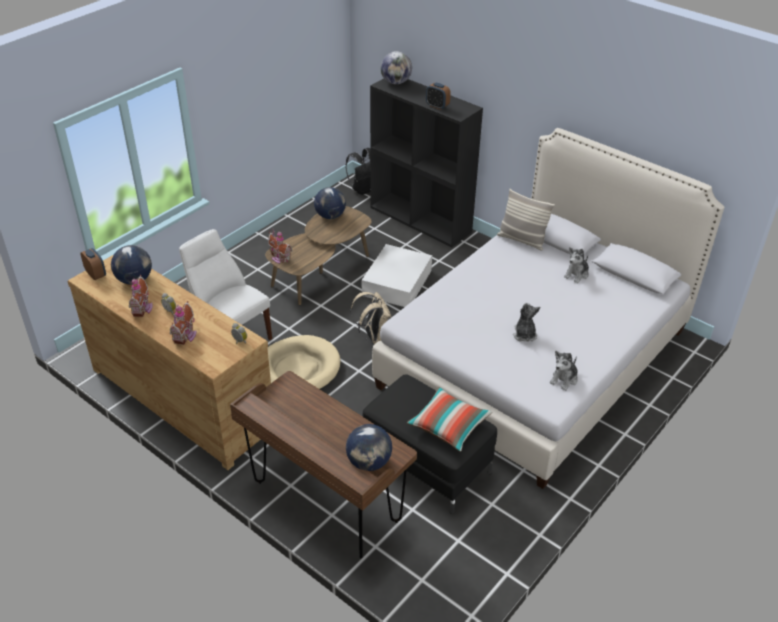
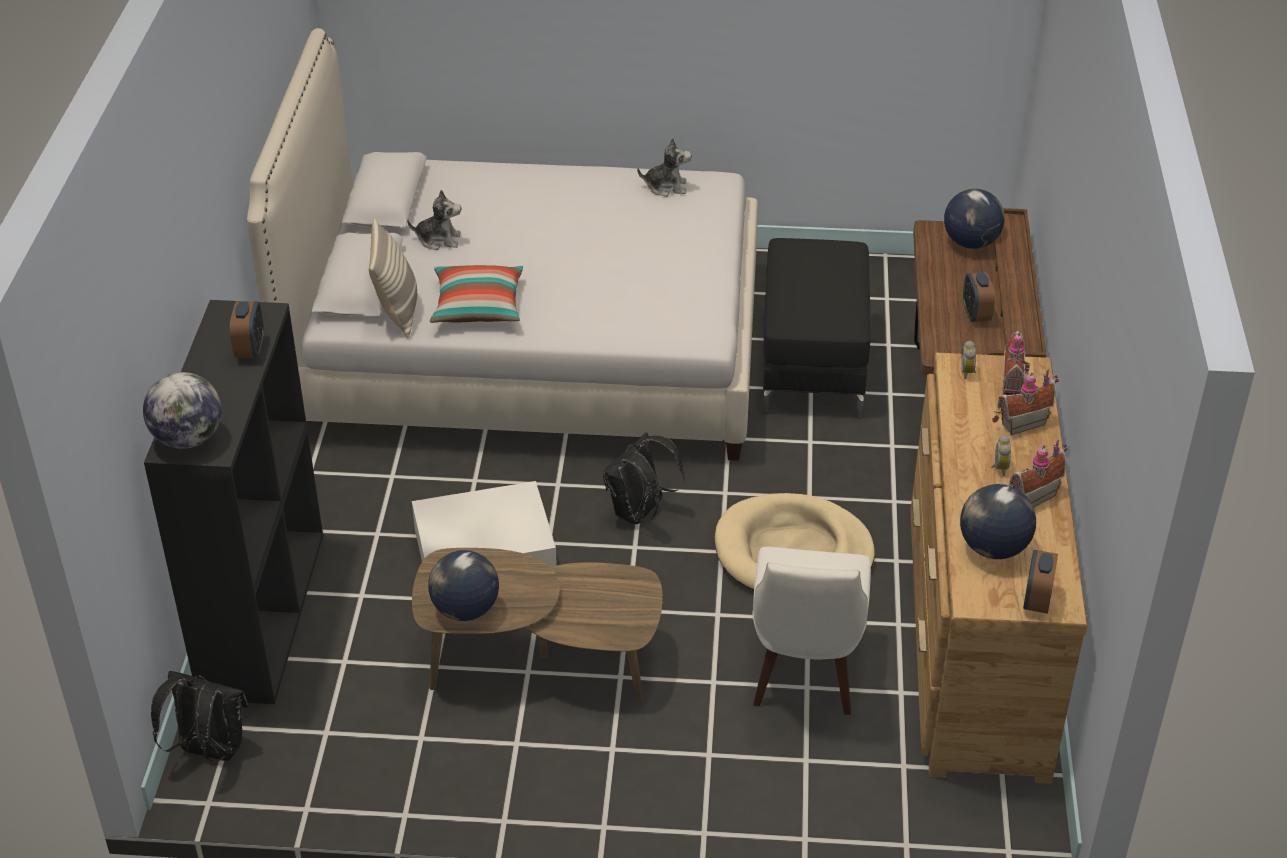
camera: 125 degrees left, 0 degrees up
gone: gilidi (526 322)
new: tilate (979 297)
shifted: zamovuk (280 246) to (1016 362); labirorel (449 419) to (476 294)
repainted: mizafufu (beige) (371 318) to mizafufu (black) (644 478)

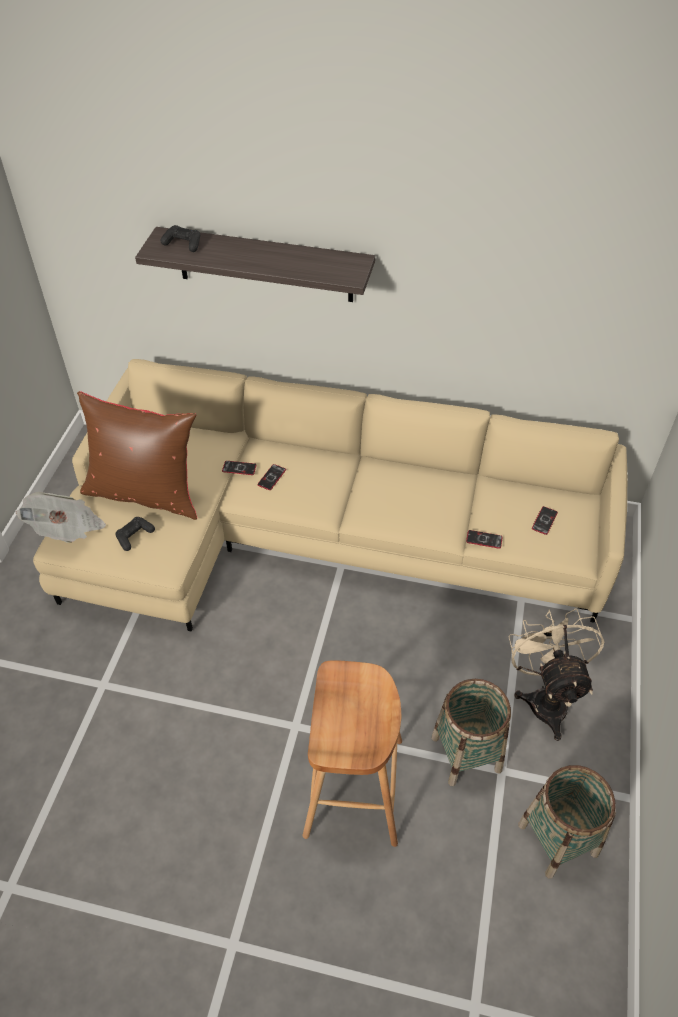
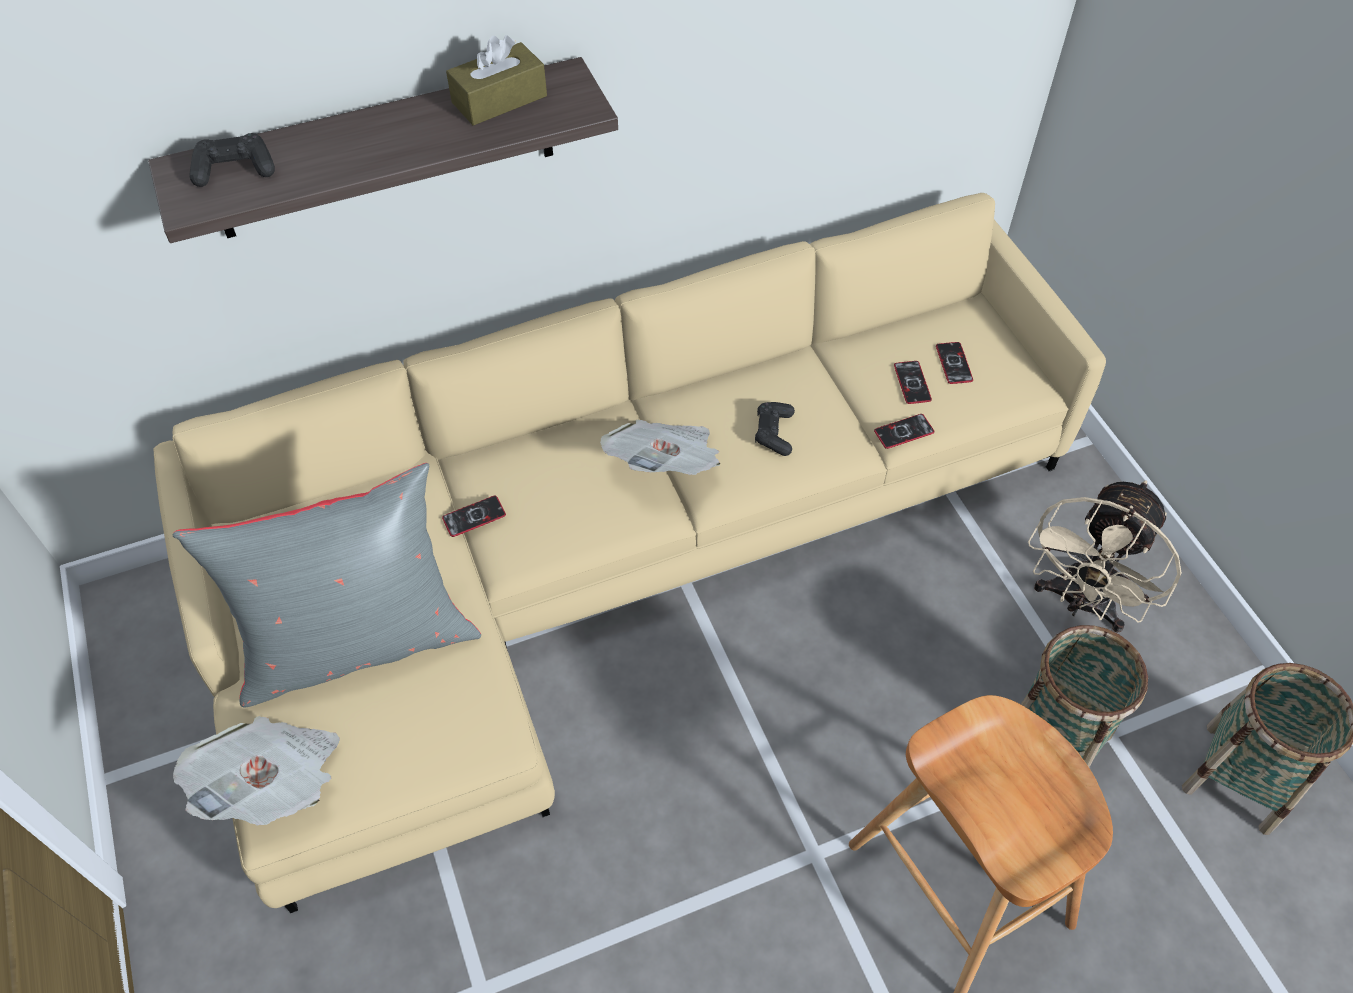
camera: 35 degrees left, 5 degrees up
new: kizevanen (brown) (496 80); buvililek (660 447)
shifted: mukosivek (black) (135 534) to (775 429); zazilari (271 477) to (913 382)
repainted: labirorel (brown) (137 455) to labirorel (grey) (327 585)
rotated: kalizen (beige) (556 674) = (1105 556) 105 degrees counterclockwise

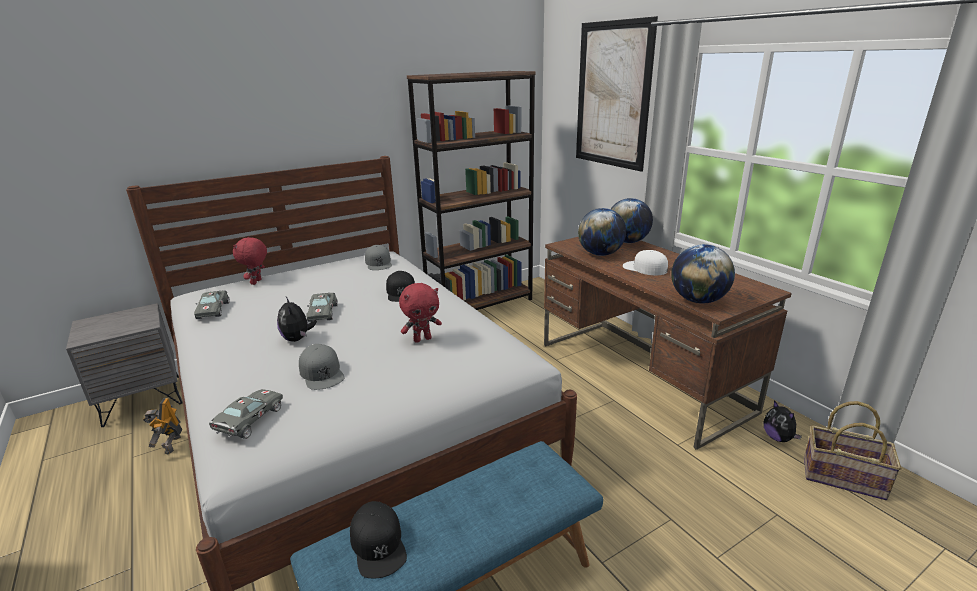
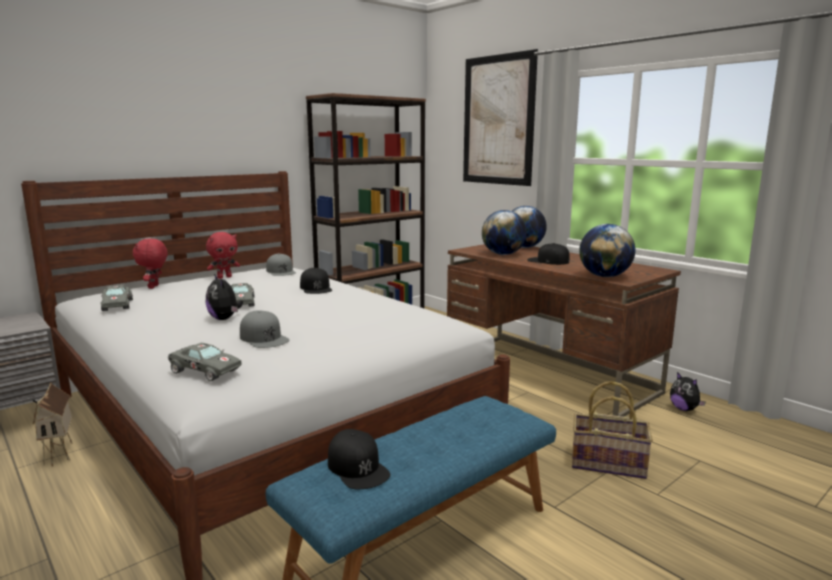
camera: 10 degrees left, 10 degrees down
shifted: gilidi (red) (420 313) to (223 255); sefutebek (853 450) to (612 430)
swapped: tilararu (163 426) to zamovuk (53 425)
repainted: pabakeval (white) (645 262) to pabakeval (black) (548 254)
rotated: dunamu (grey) (246 414) = (205 362) 105 degrees clockwise

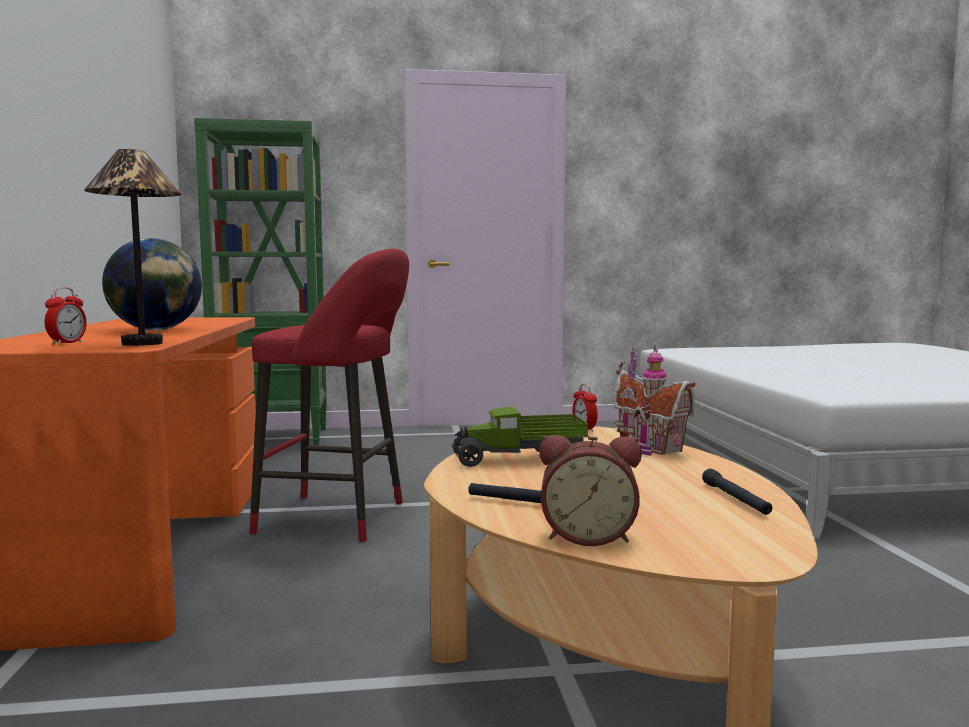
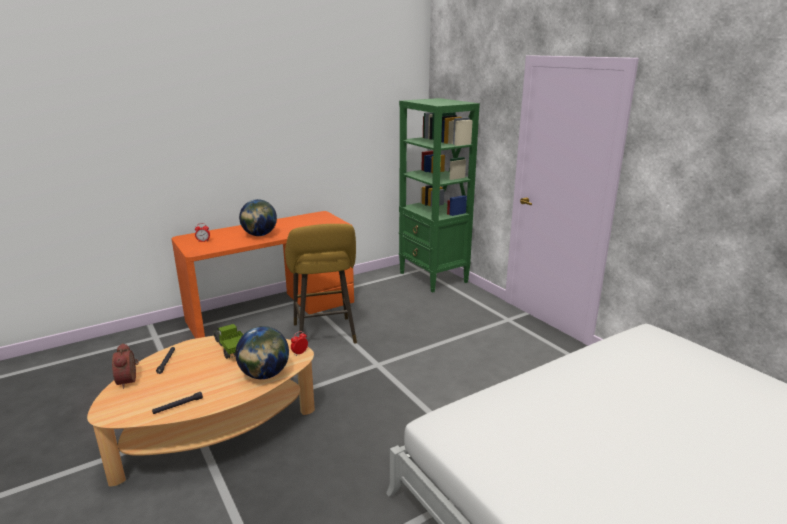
camera: 65 degrees right, 15 degrees up
gone: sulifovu (133 247)
swapped: zamovuk (654 400) to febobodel (262 352)
repainted: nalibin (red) (329 395) to nalibin (yellow) (321 284)

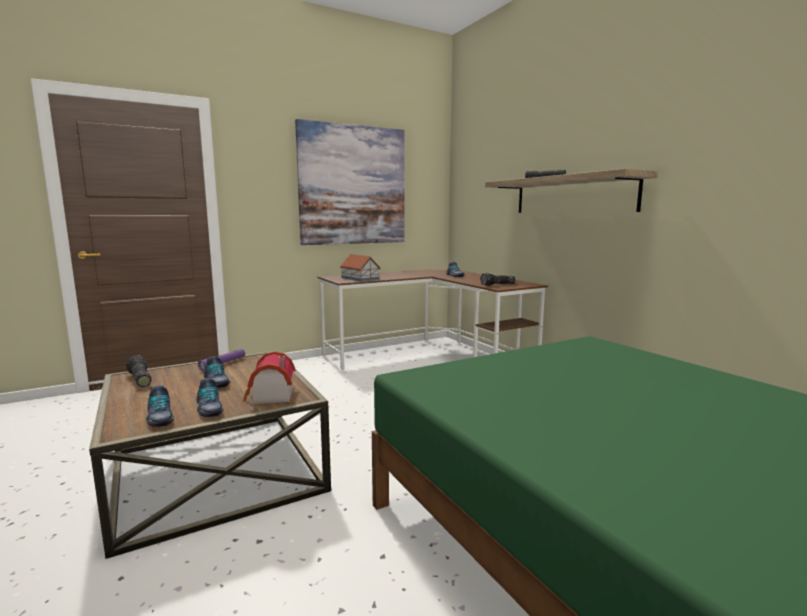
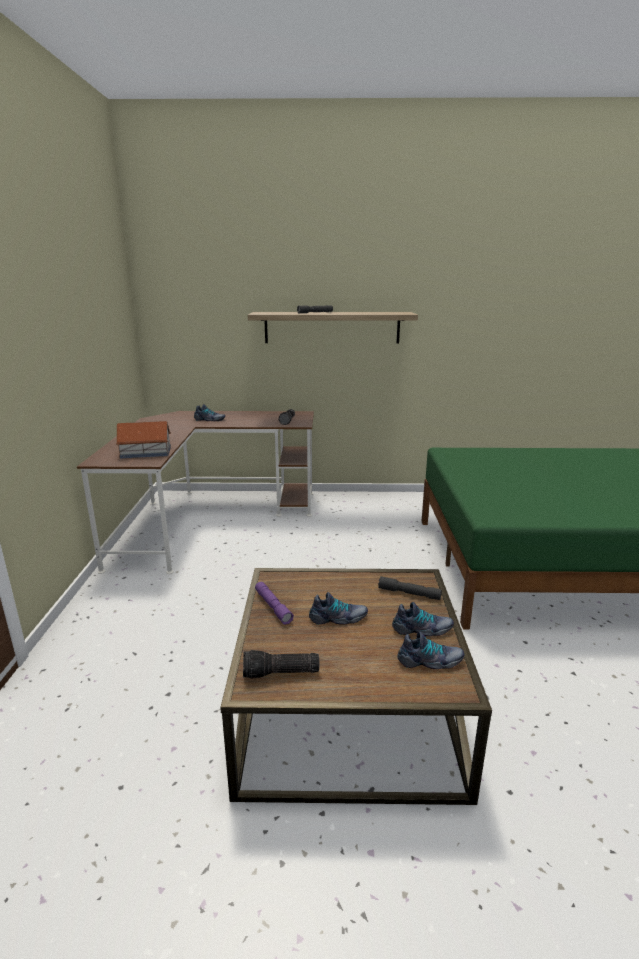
camera: 60 degrees left, 10 degrees up
gone: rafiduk (350 182)
swapped: zamovuk (269 377) to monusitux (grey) (410 588)

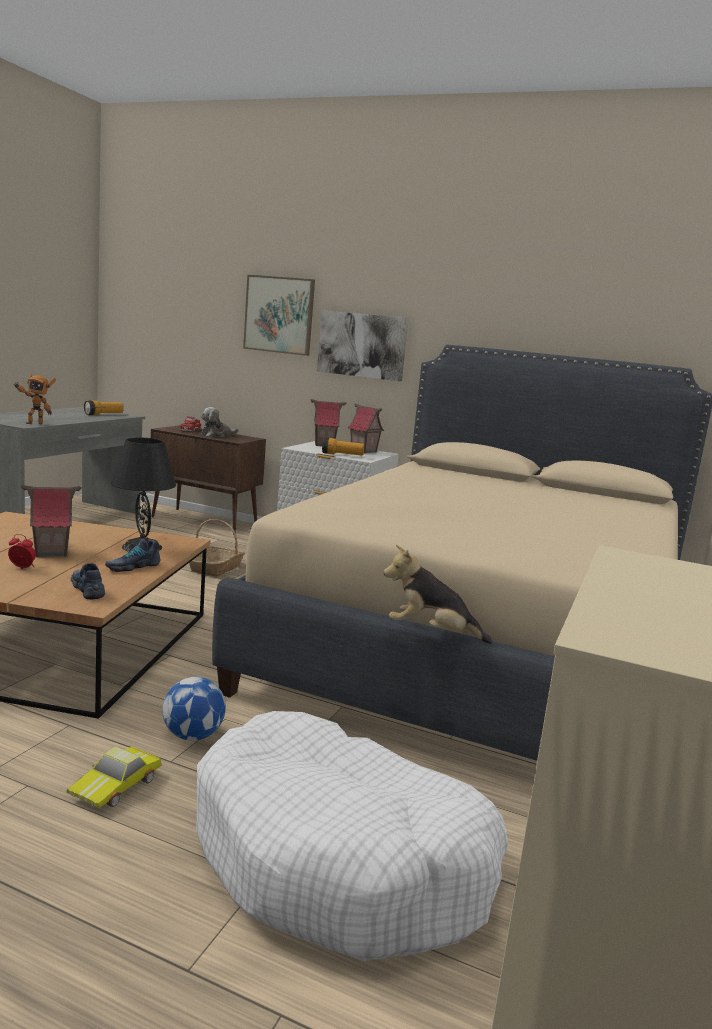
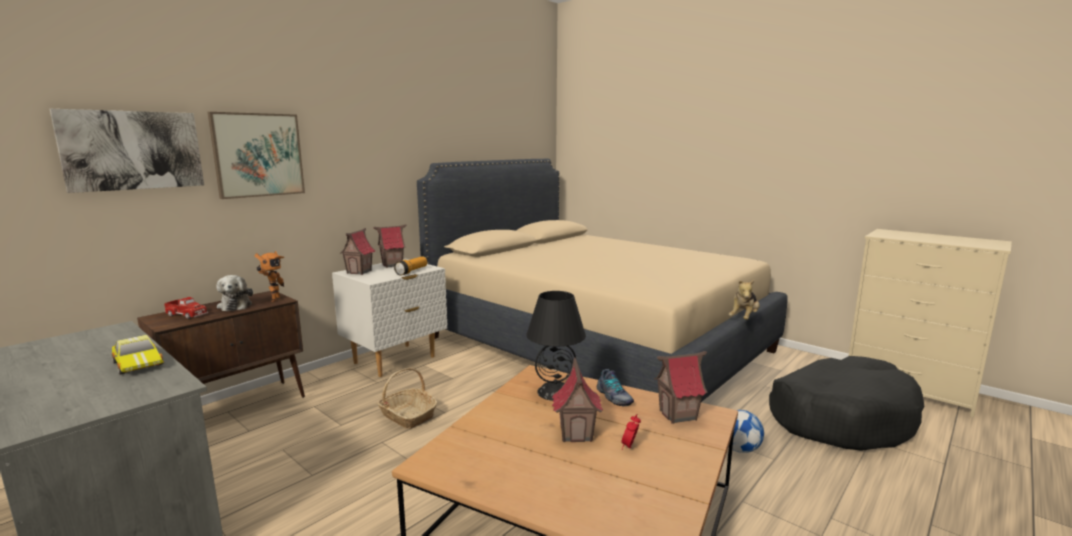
camera: 70 degrees left, 0 degrees up
gone: monusitux (104 408)
shifted: tilararu (34 398) to (269 276); dunamu (114 777) to (137 355); rafiduk (363 345) to (126 151)
swapped: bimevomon (88 581) to zamovuk (681 387)
repainted: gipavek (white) (352 836) to gipavek (black) (846 403)

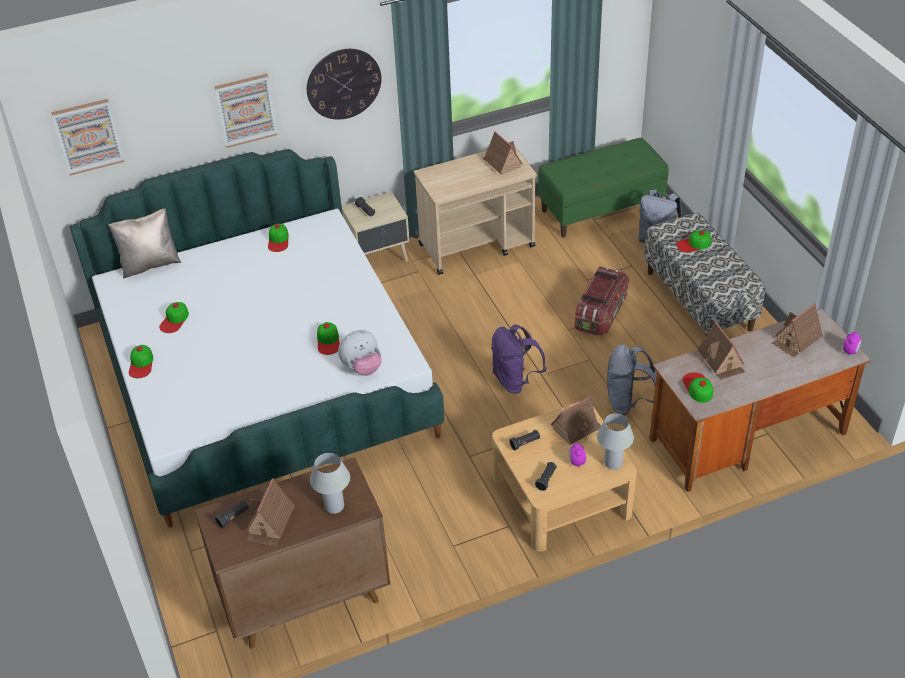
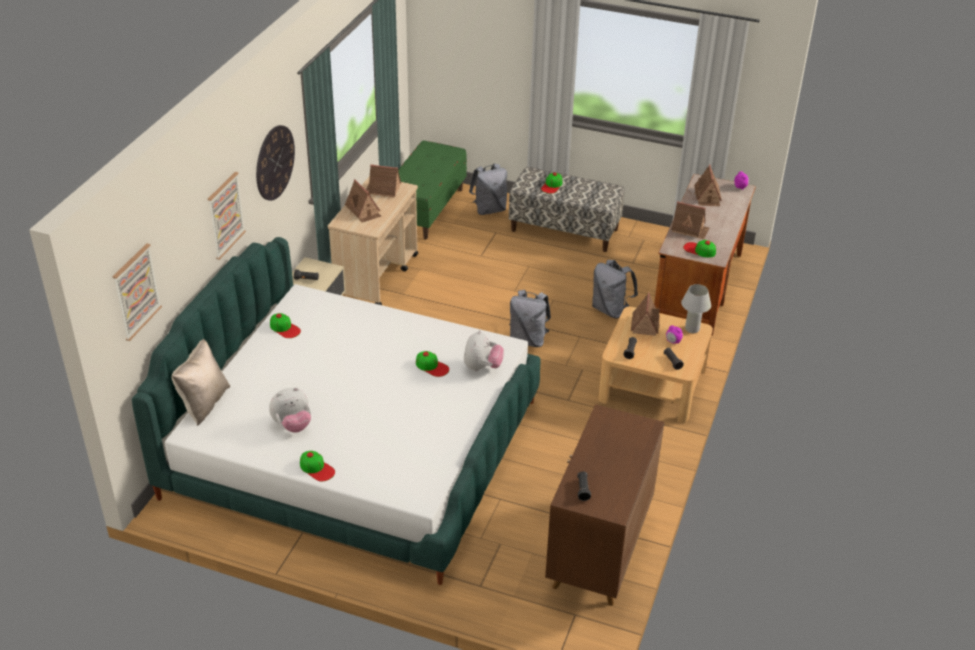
camera: 50 degrees left, 5 degrees down
gone: sulifovu (white) (330 483); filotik (602 300)
shifted: zamovuk (270 512) to (363 201)
swapped: pabakeval (174 317) to gilidi (290 410)
repainted: mizafufu (purple) (519 359) to mizafufu (grey) (530 318)

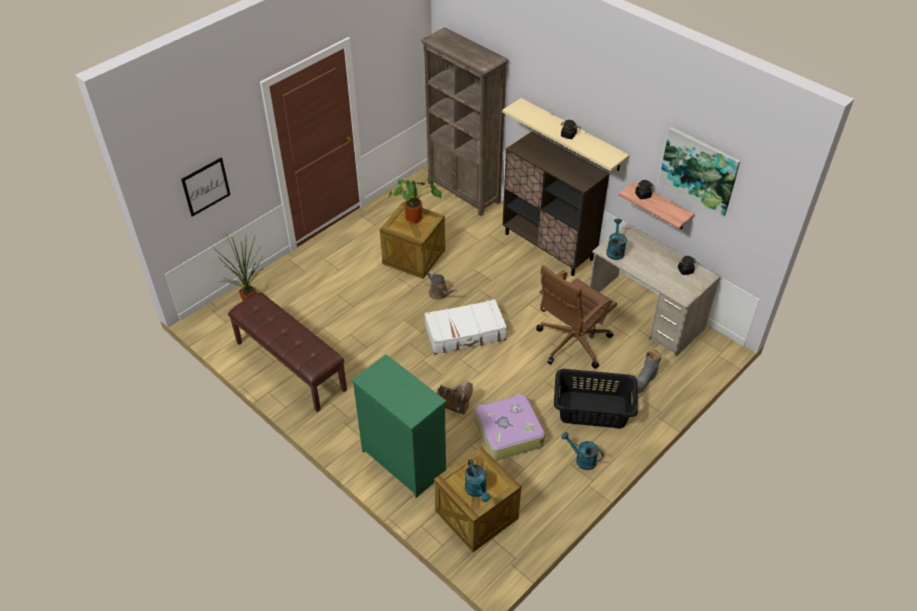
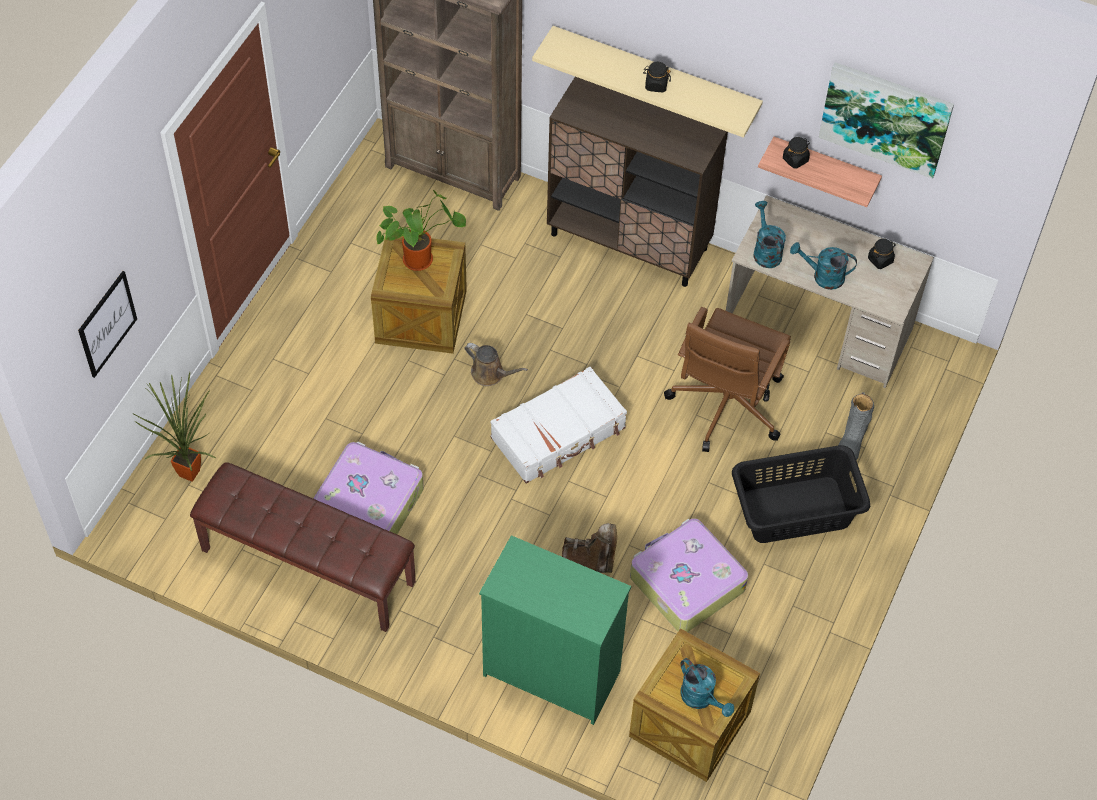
camera: 20 degrees left, 10 degrees up
new: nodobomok (368 487)
shifted: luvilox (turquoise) (582 451) to (823 266)

